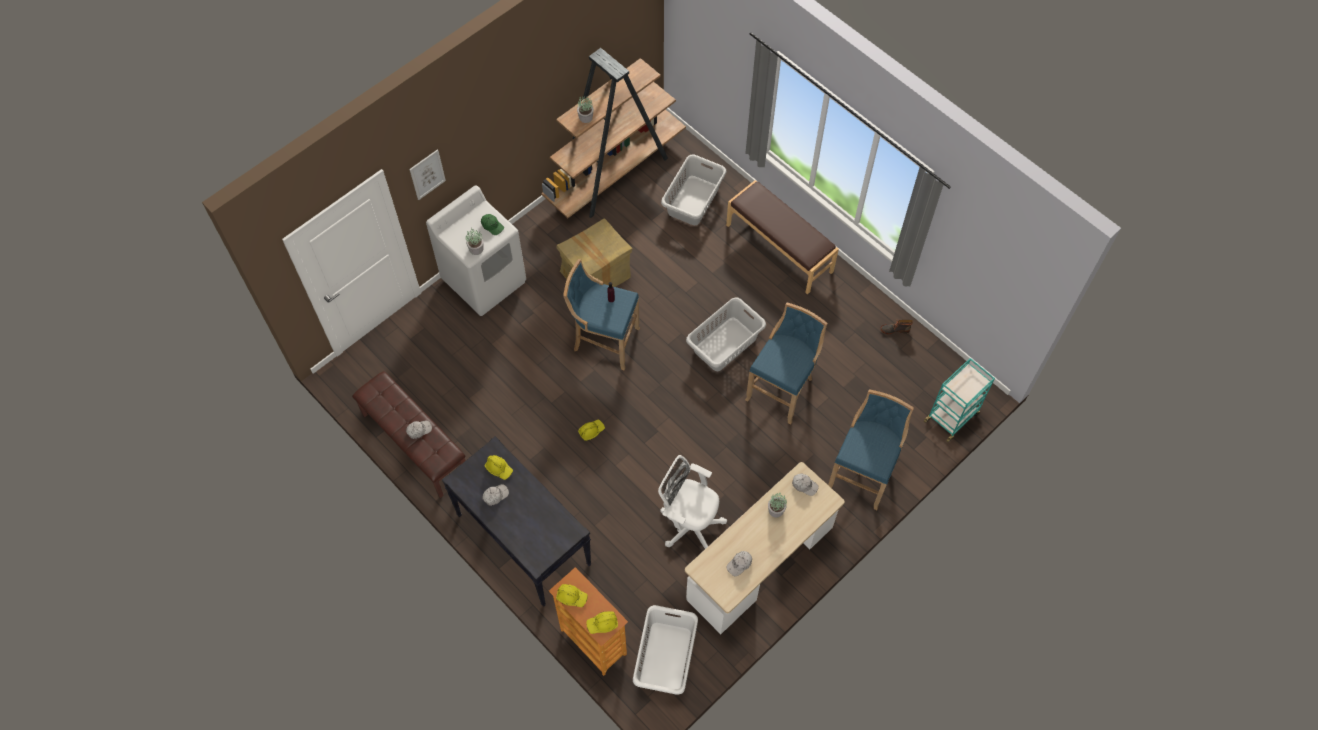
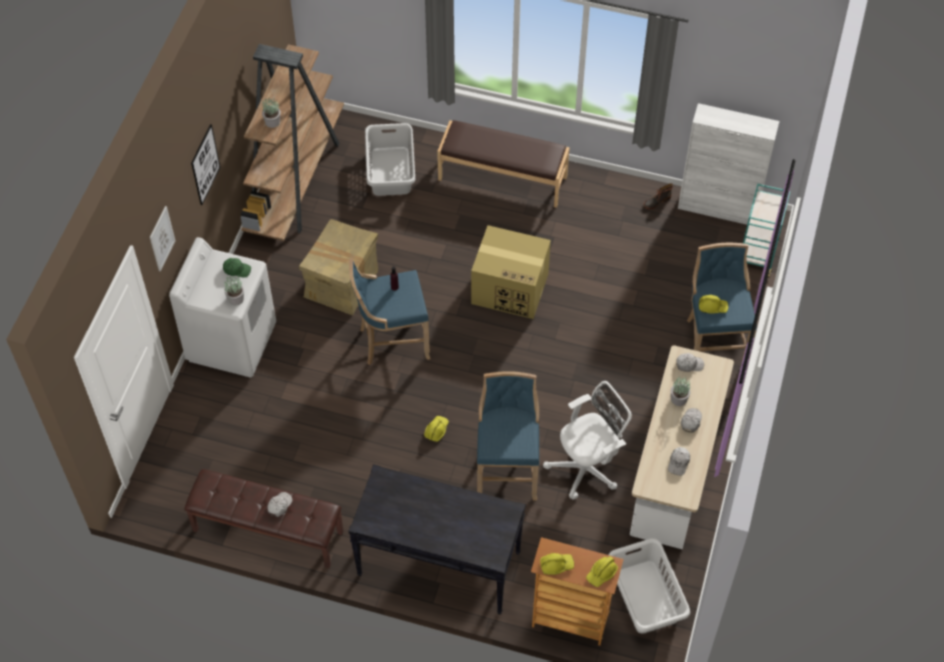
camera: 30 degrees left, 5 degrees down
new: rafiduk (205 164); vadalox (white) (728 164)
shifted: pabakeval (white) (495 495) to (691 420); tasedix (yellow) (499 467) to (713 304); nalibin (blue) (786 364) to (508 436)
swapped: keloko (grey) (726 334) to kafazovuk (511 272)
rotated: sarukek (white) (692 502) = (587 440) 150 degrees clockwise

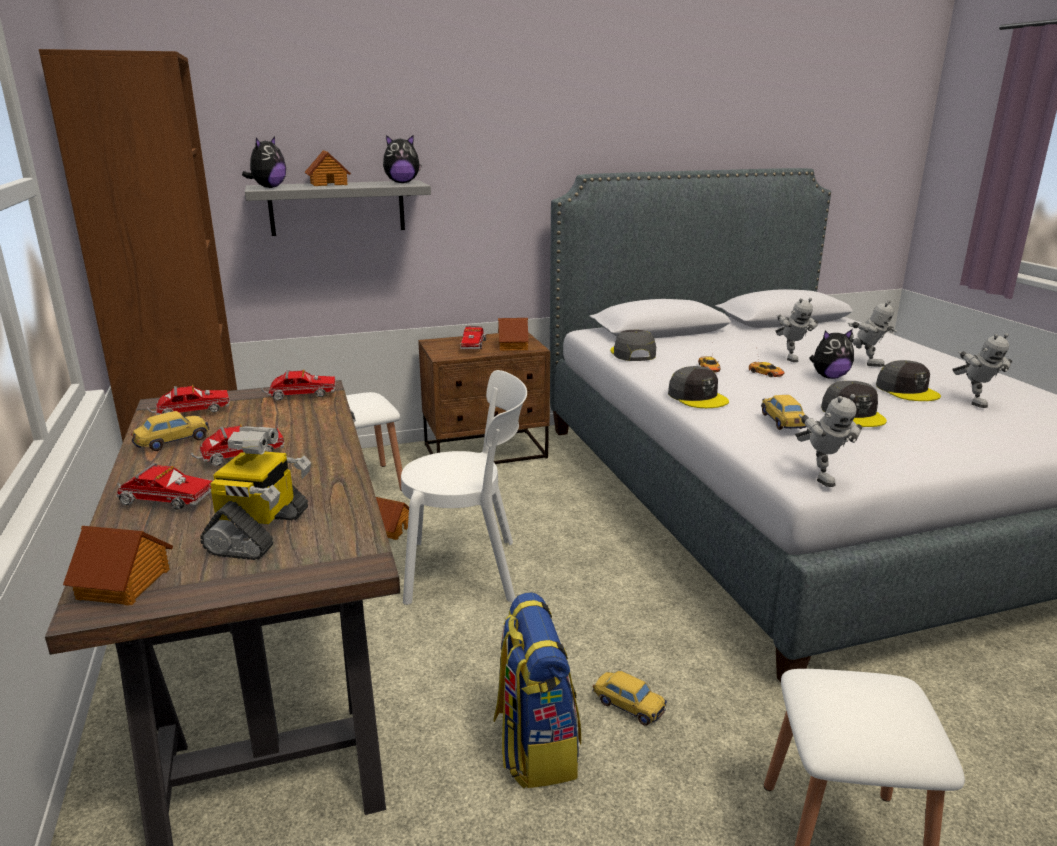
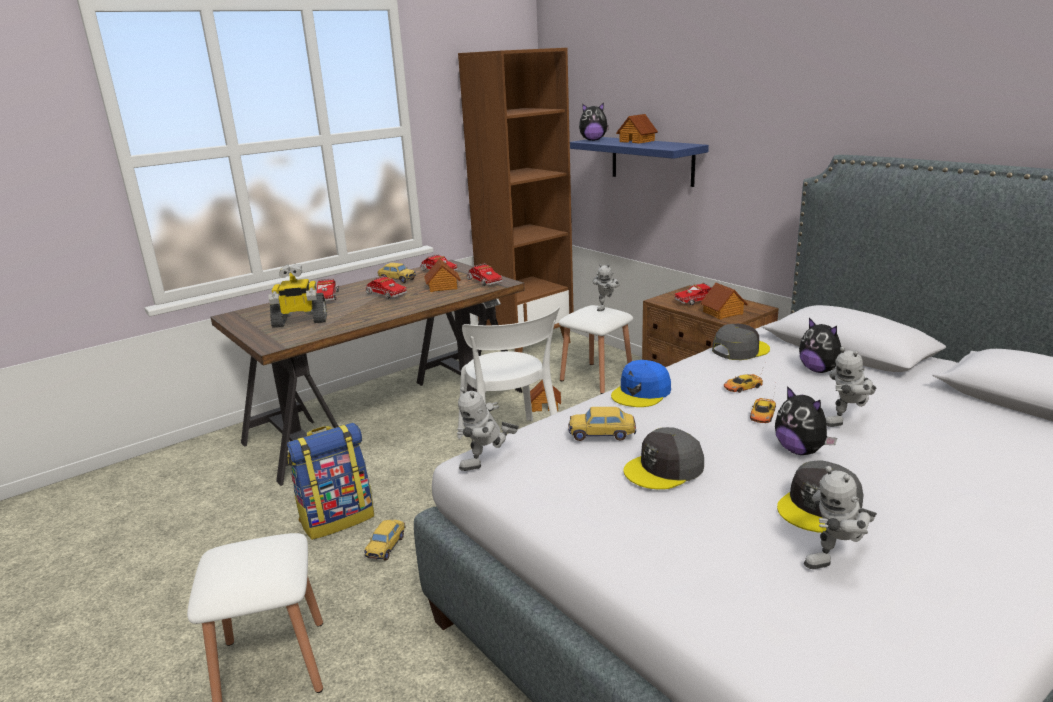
camera: 70 degrees right, 0 degrees up
shifted: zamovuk (118 566) to (442 275); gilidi (402 159) to (820 345); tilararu (872 333) to (606 287)
repainted: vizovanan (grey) (338 208) to vizovanan (blue) (639 162); pabakeval (grey) (698 387) to pabakeval (blue) (641 383)
rotated: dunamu (784 412) = (602 424) 150 degrees counterclockwise

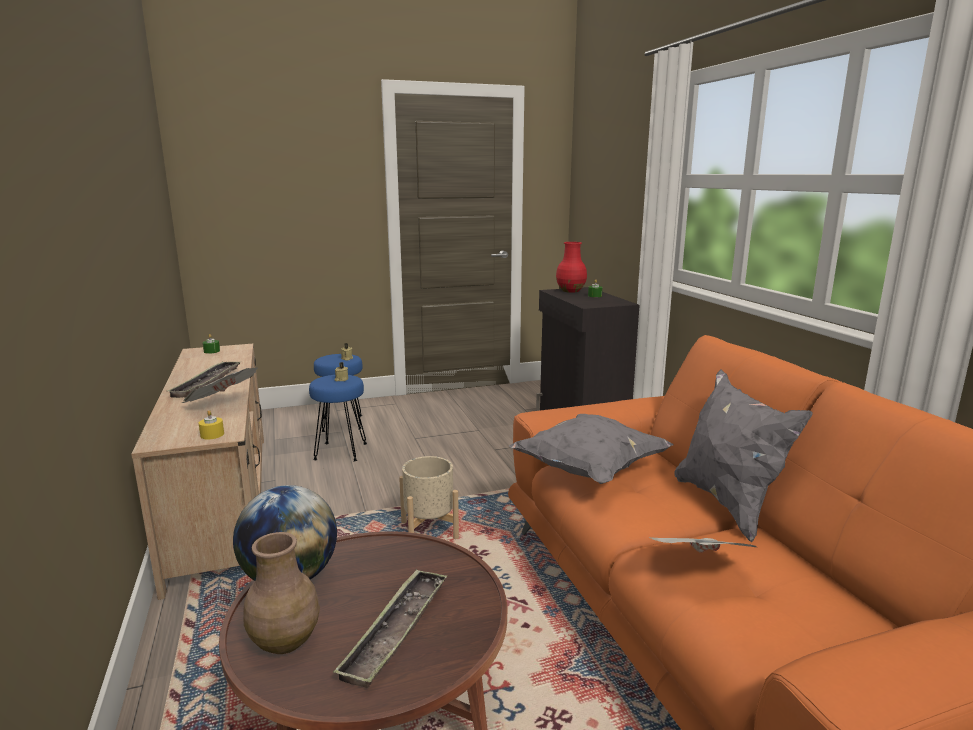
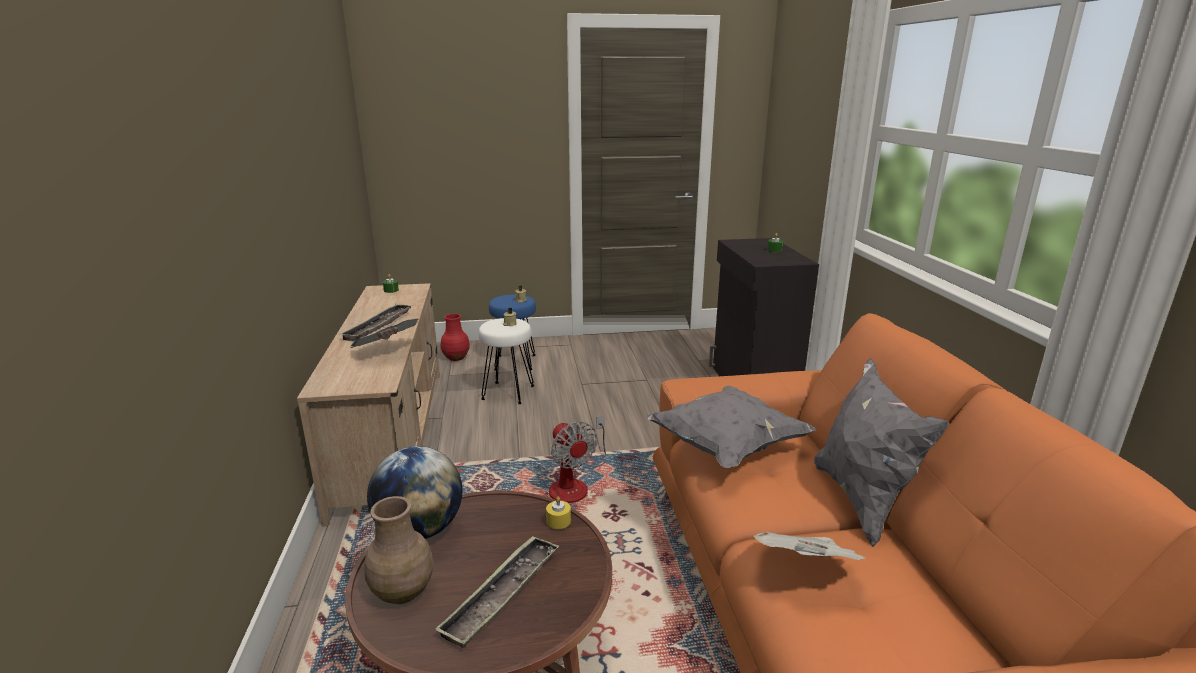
camera: 10 degrees right, 5 degrees up
shifted: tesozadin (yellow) (211 424) to (558 513); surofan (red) (571 267) to (455 337)
swapped: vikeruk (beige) (429 497) to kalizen (577 459)
repainted: nalibin (blue) (338 418) to nalibin (white) (506 361)

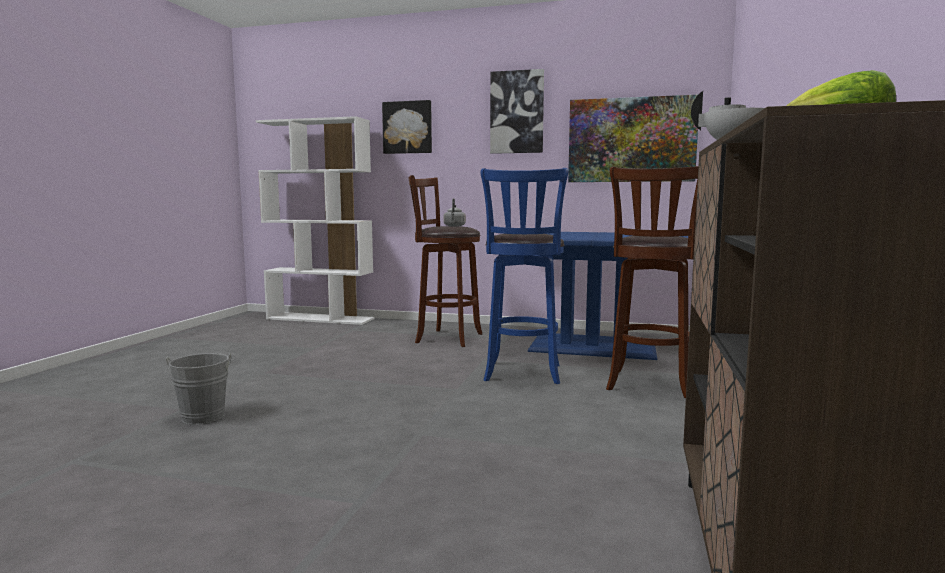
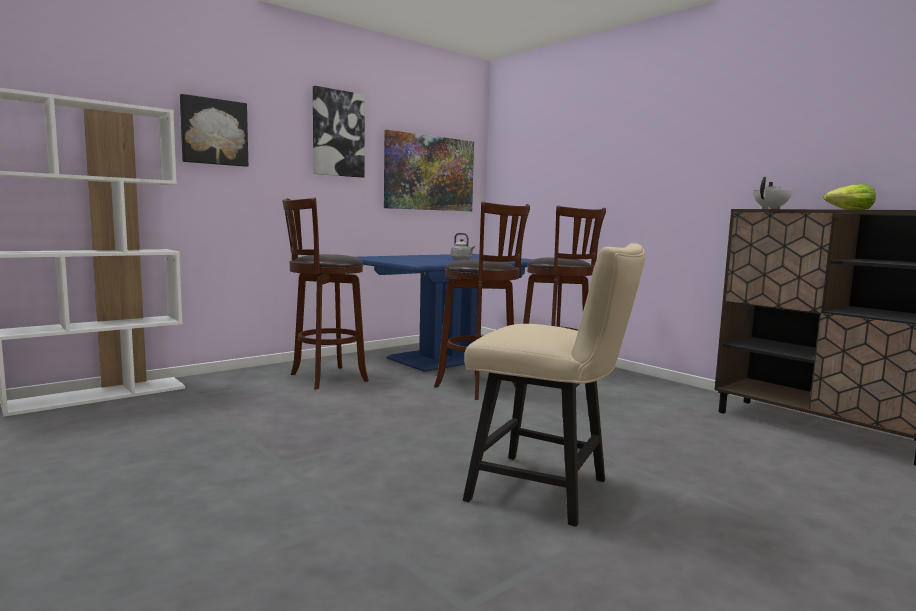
camera: 55 degrees left, 0 degrees up
gone: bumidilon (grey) (199 388)
new: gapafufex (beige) (554 385)
shifted: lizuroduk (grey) (454 212) to (463 246)
repainted: nalibin (blue) (524 276) to nalibin (brown) (482 301)

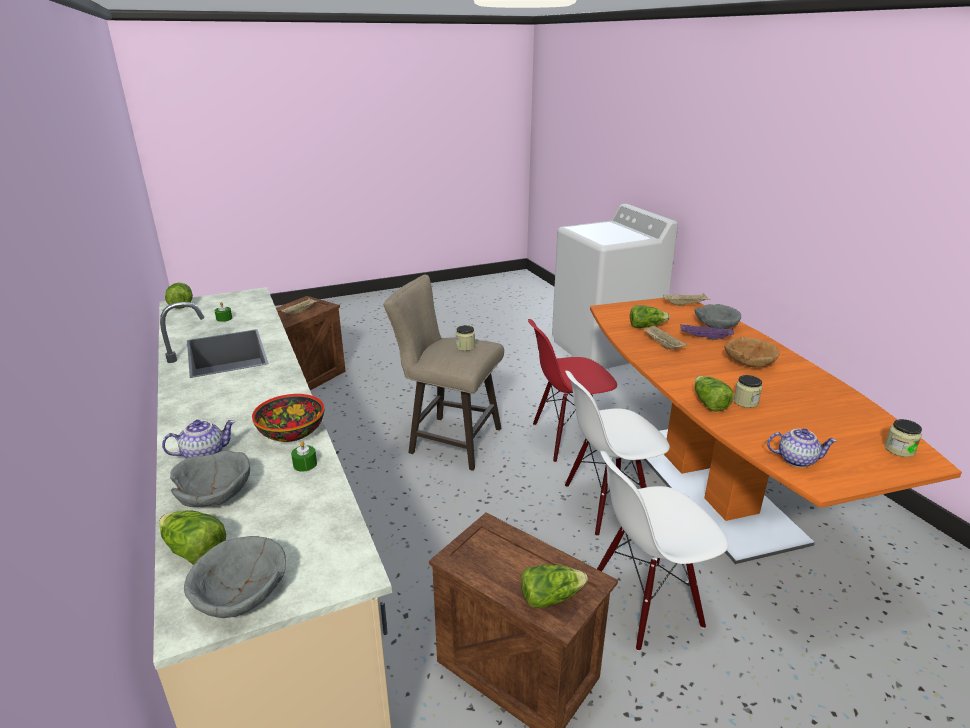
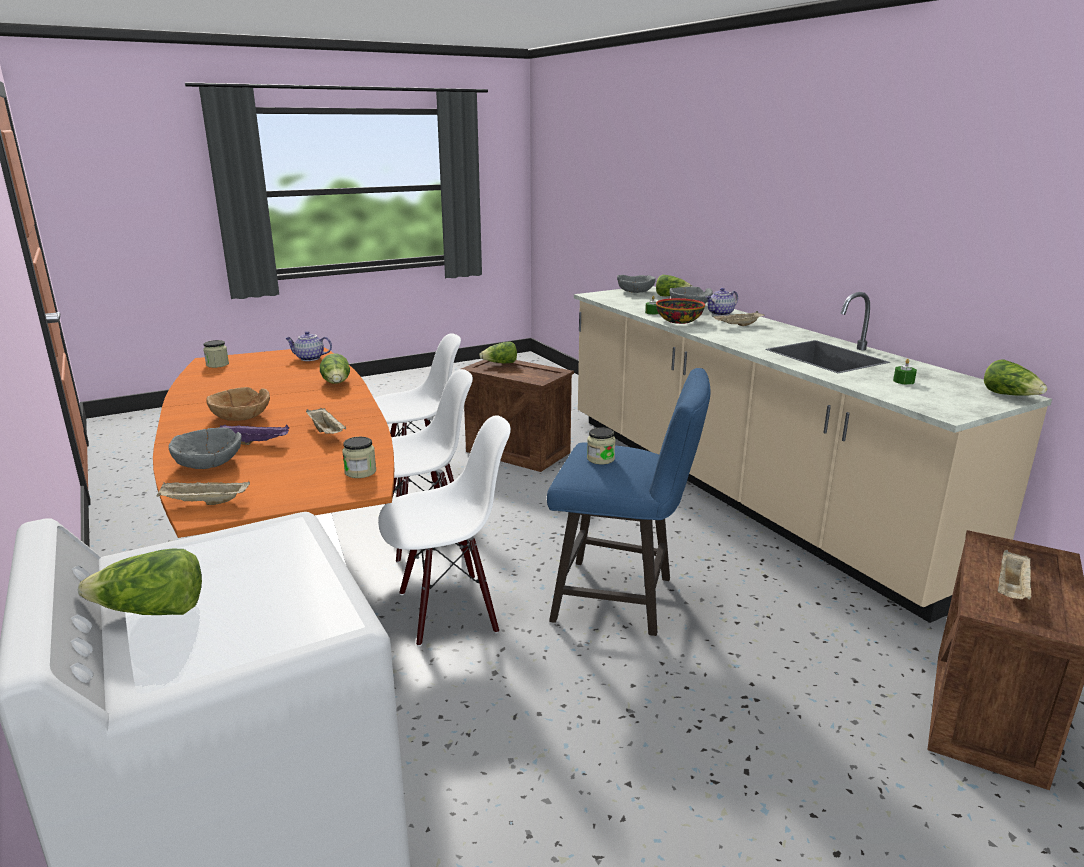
camera: 175 degrees right, 5 degrees down
new: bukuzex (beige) (738 318)
shifted: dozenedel (650 316) to (140 582); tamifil (747 391) to (359 457)
repainted: nalibin (beige) (443 372) to nalibin (blue) (628 502); gapafufex (red) (572 390) to gapafufex (white) (444 531)

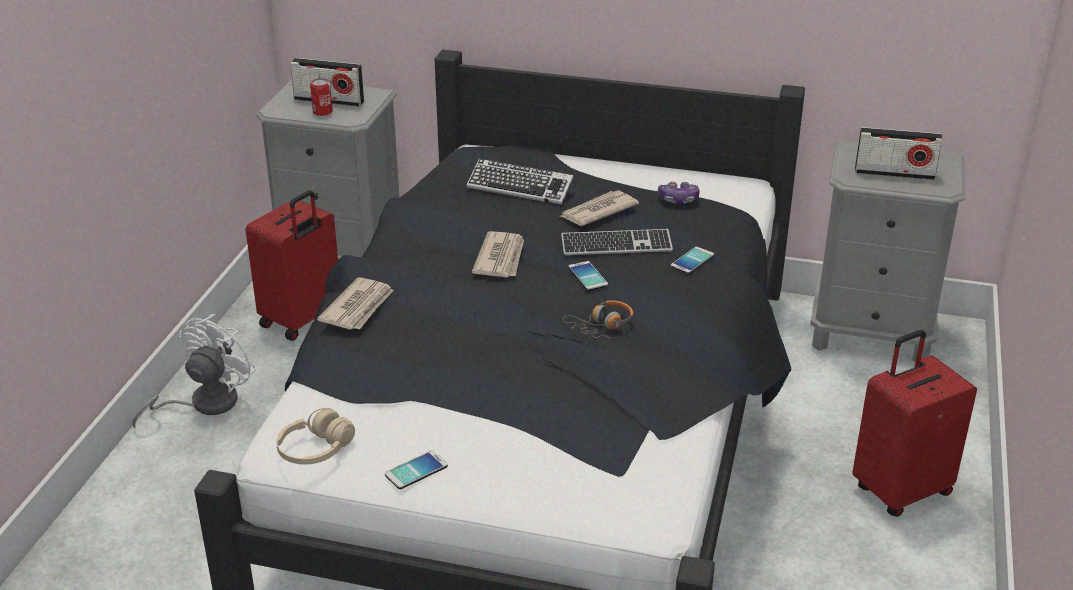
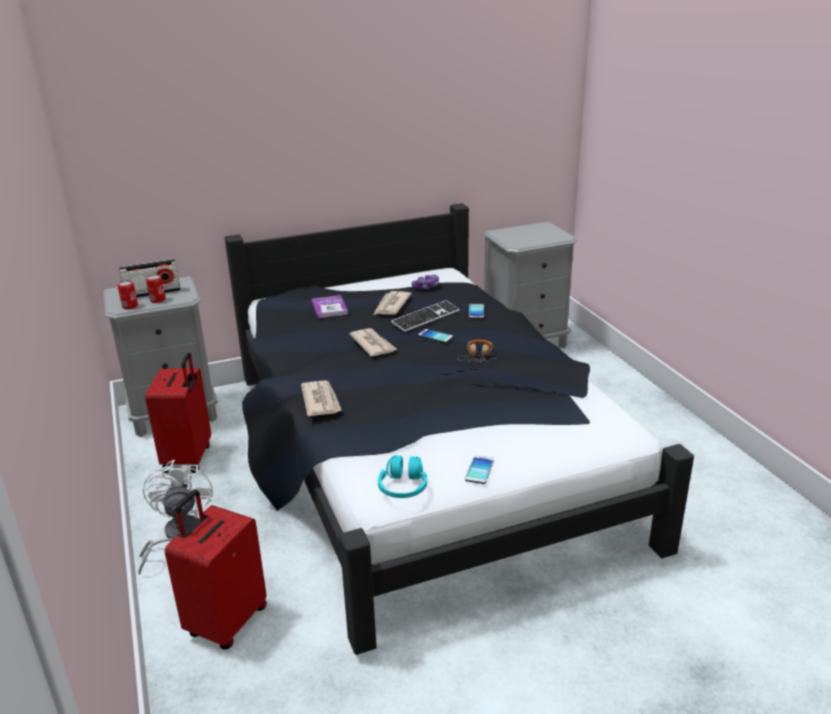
camera: 35 degrees left, 5 degrees down
gone: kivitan (898 153)
new: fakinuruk (128 294)
shifted: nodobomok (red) (914 423) to (216 570)
swapped: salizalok (520 182) to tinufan (329 307)
repainted: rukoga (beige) (315 436) to rukoga (turquoise) (402 476)

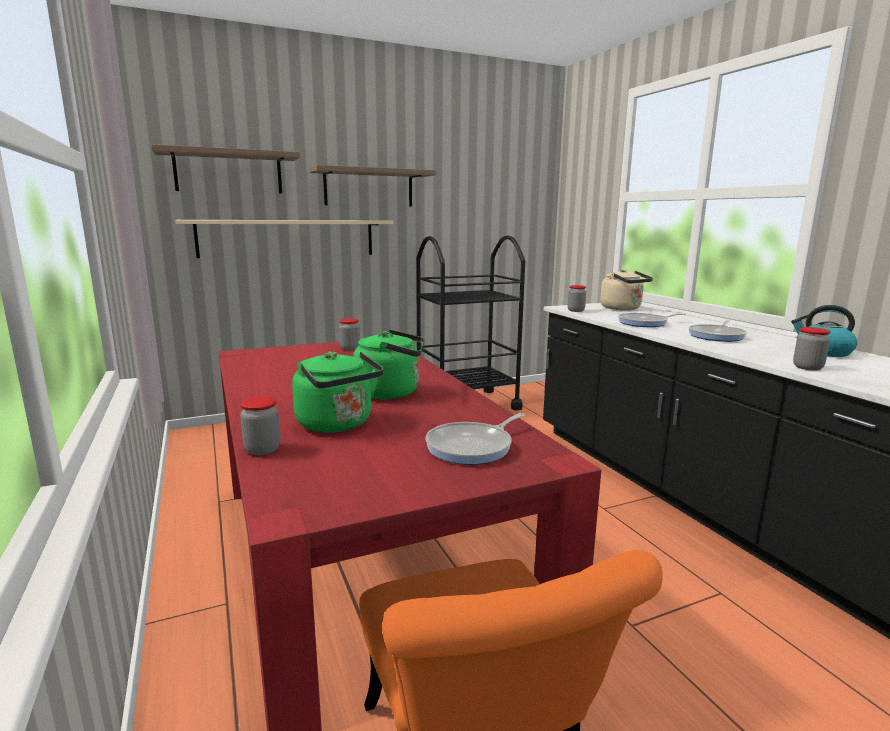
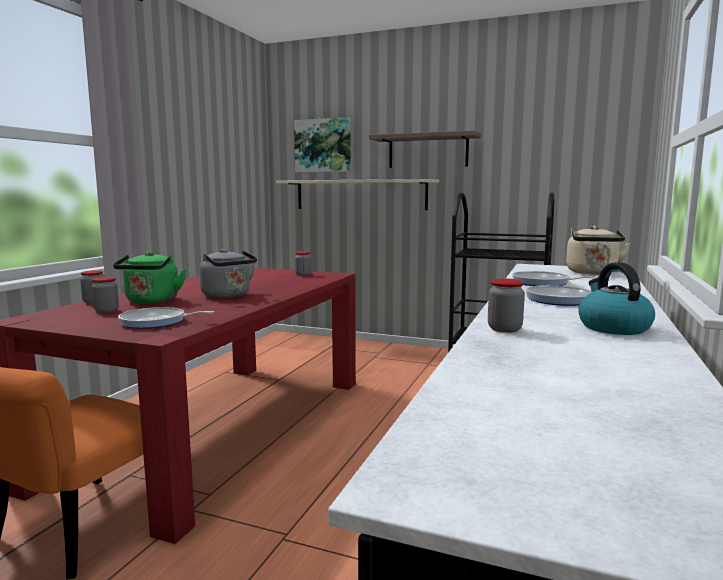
camera: 45 degrees right, 5 degrees down
shifted: tamifil (577 298) to (105 295)
swapped: vizovanan (225 168) to rafiduk (322 144)
repainted: lizuroduk (green) (389 365) to lizuroduk (grey) (228 273)

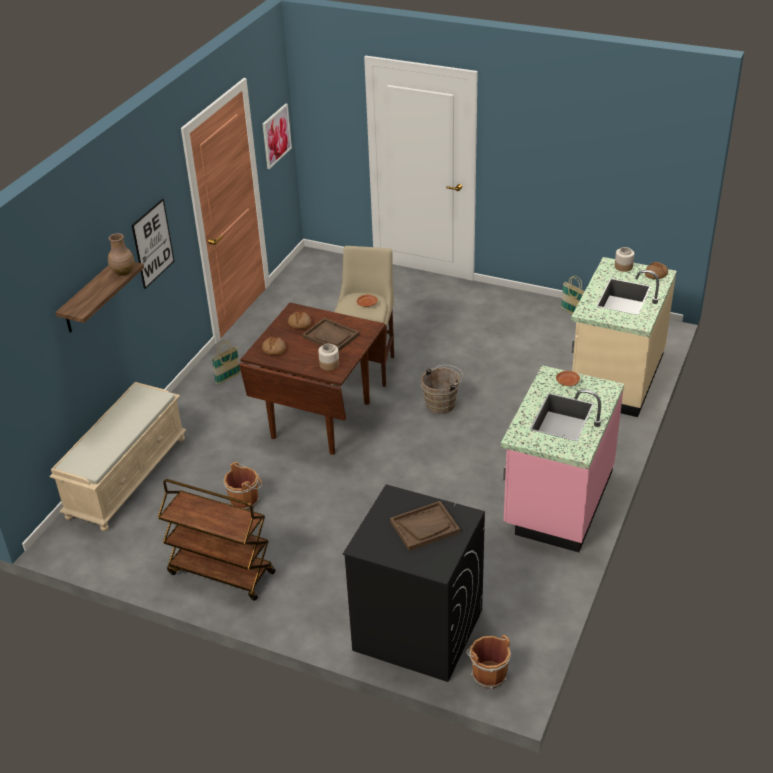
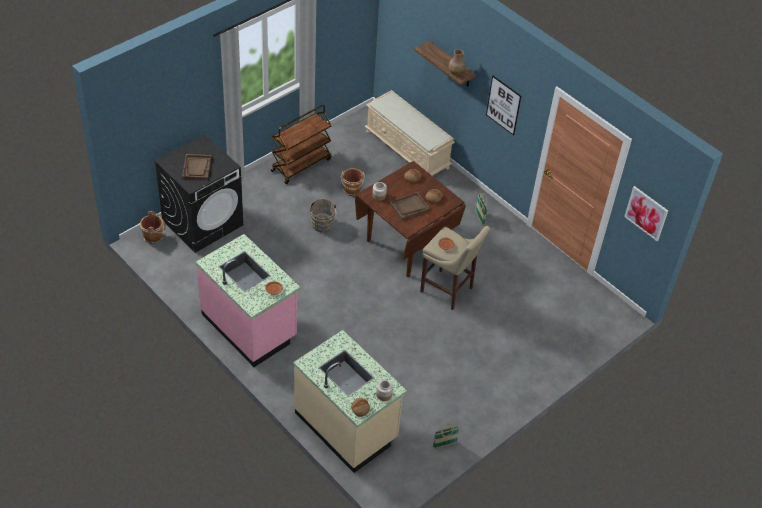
camera: 110 degrees right, 10 degrees up
shifted: bumidilon (brown) (442 389) to (323 215)

